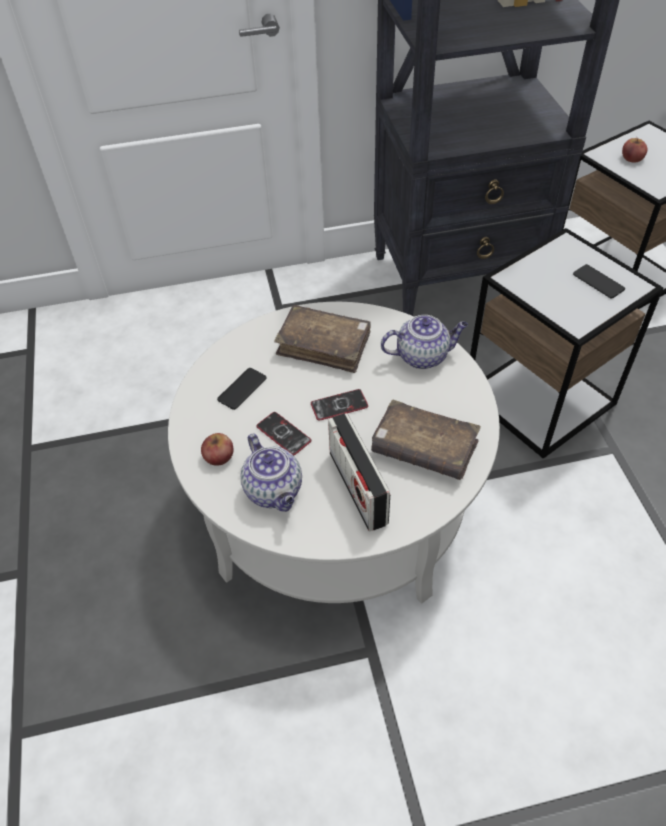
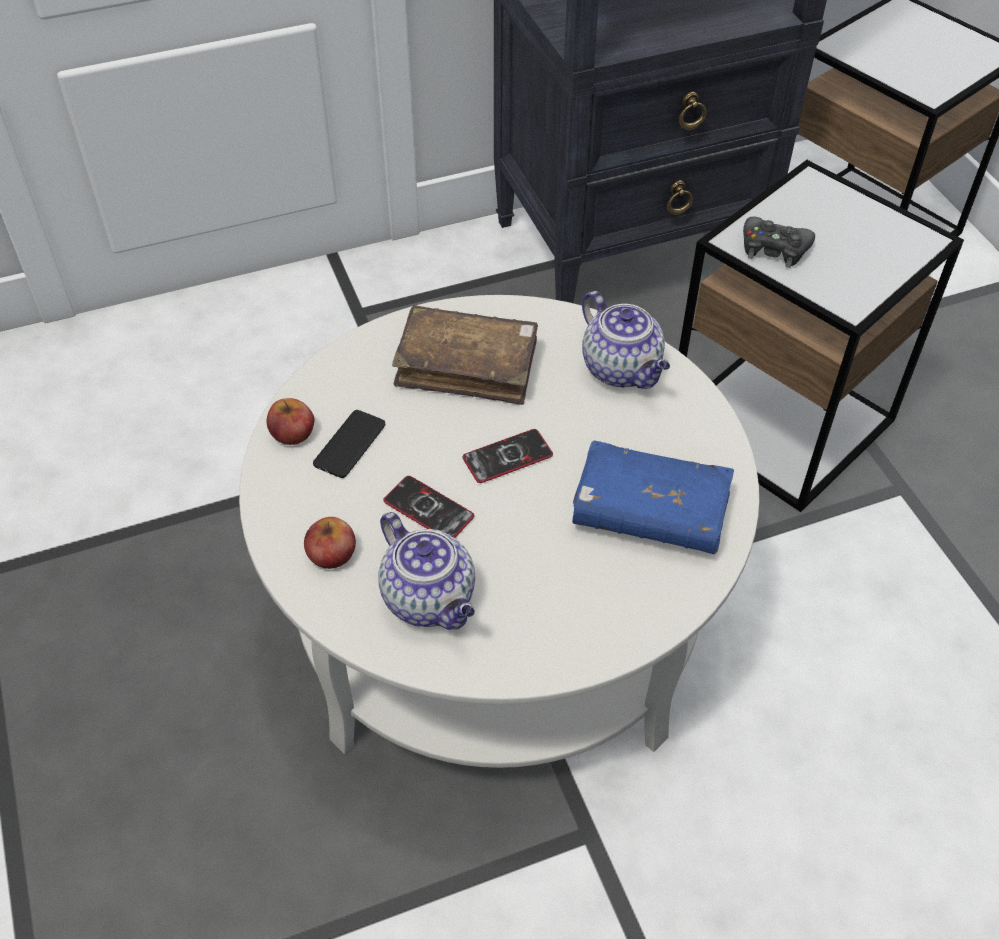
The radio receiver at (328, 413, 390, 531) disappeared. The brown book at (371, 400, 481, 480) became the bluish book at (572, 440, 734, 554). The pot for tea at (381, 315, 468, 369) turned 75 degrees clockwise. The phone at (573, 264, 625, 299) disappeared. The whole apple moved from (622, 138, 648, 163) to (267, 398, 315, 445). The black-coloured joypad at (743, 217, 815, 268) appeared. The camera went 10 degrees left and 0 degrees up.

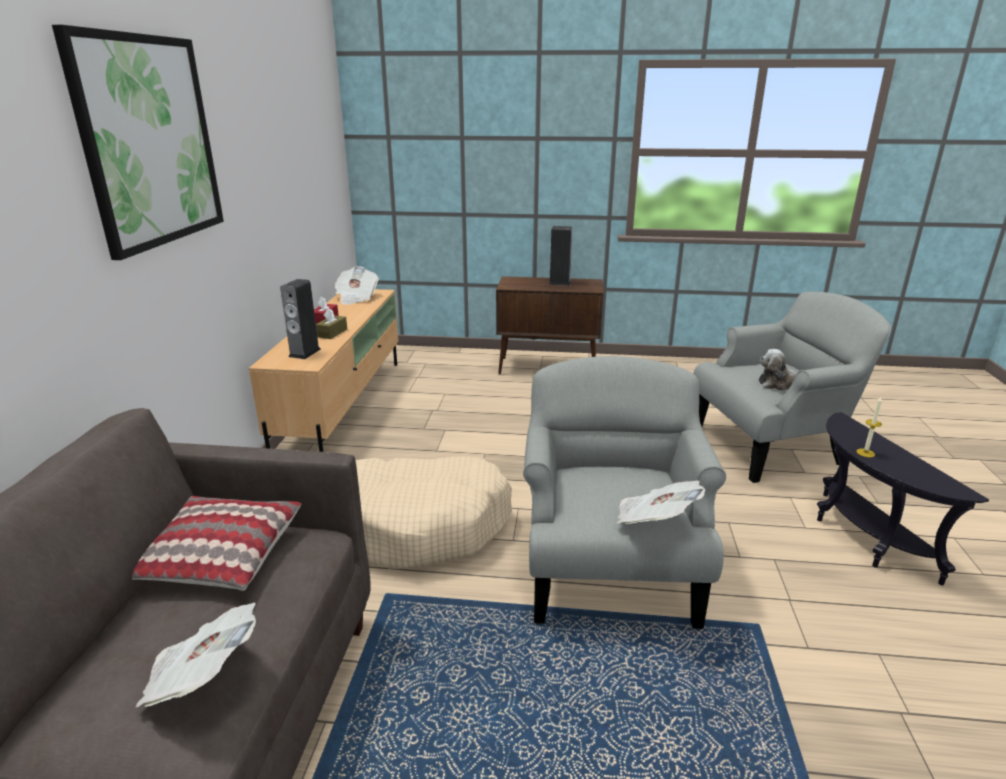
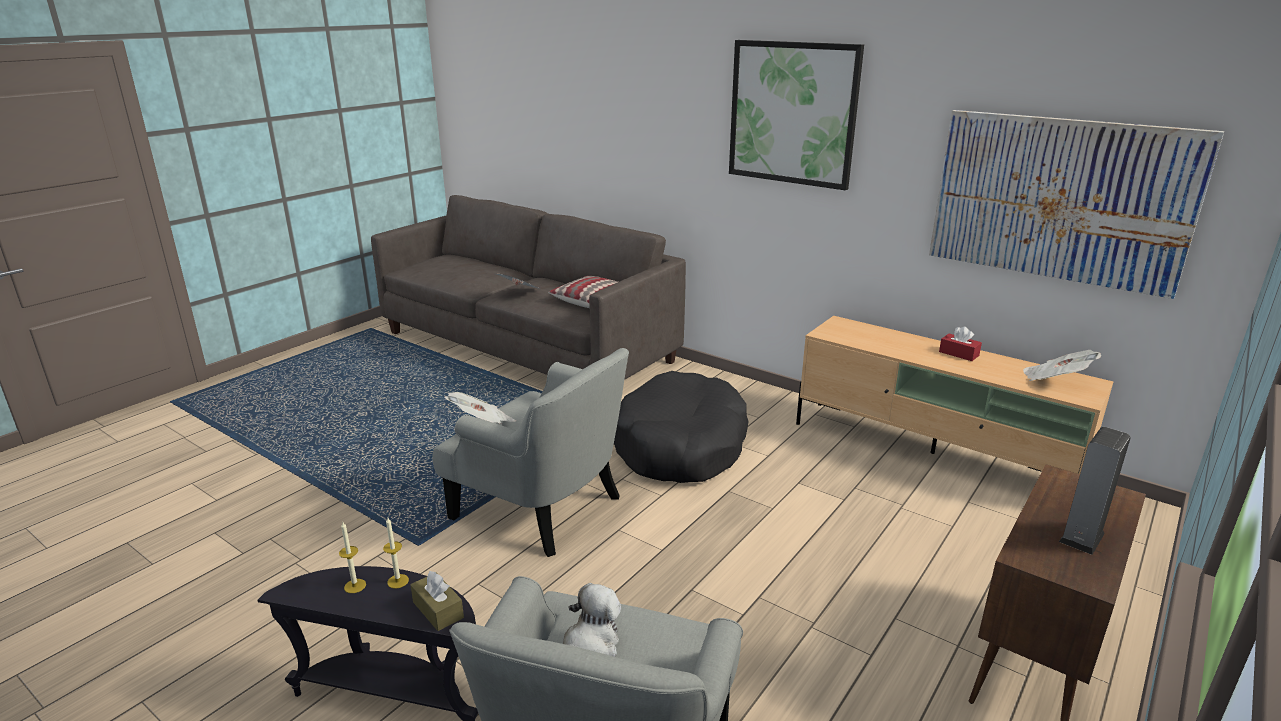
The audio speaker at (280, 279, 321, 359) disappeared. The brown tissue box moved from (316, 308, 347, 339) to (411, 571, 464, 631). The sand-coloured dog cushion at (355, 456, 512, 569) became the black-coloured dog cushion at (614, 371, 749, 483). The wax light at (339, 522, 366, 593) appeared. The wall art at (929, 110, 1224, 299) appeared. The camera went 120 degrees right and 0 degrees up.

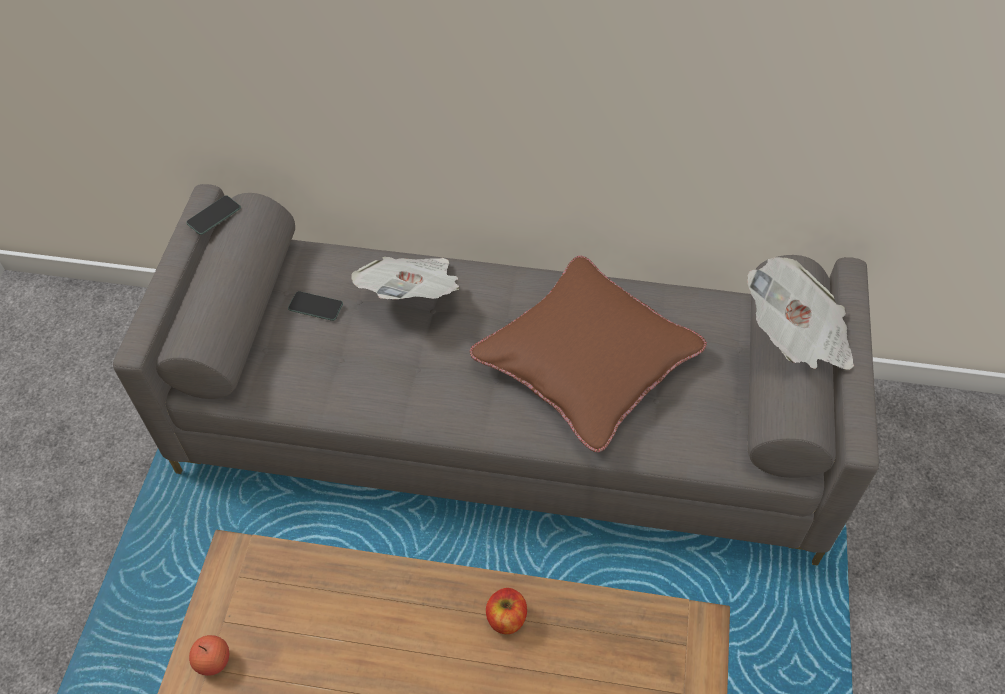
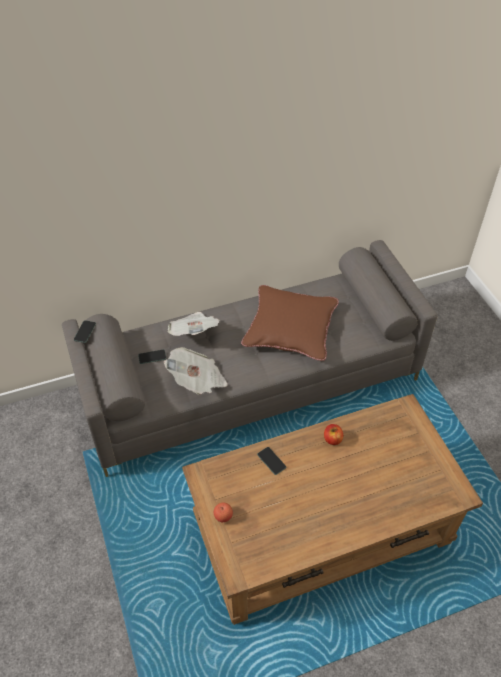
The newspaper moved from (747, 257, 854, 370) to (164, 347, 228, 394). The phone at (257, 447, 286, 475) appeared. The camera went 30 degrees left and 5 degrees down.

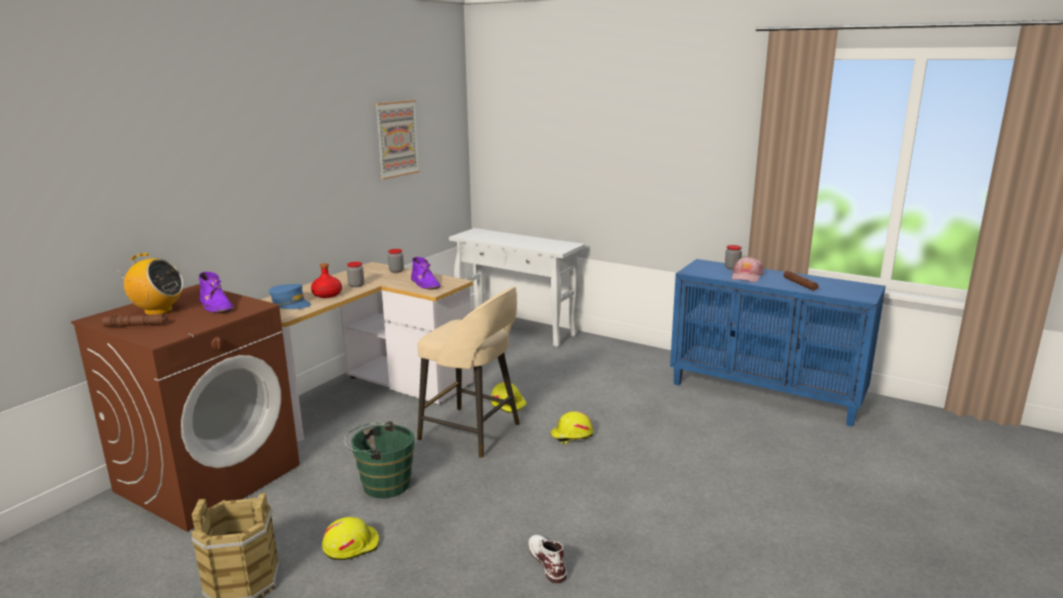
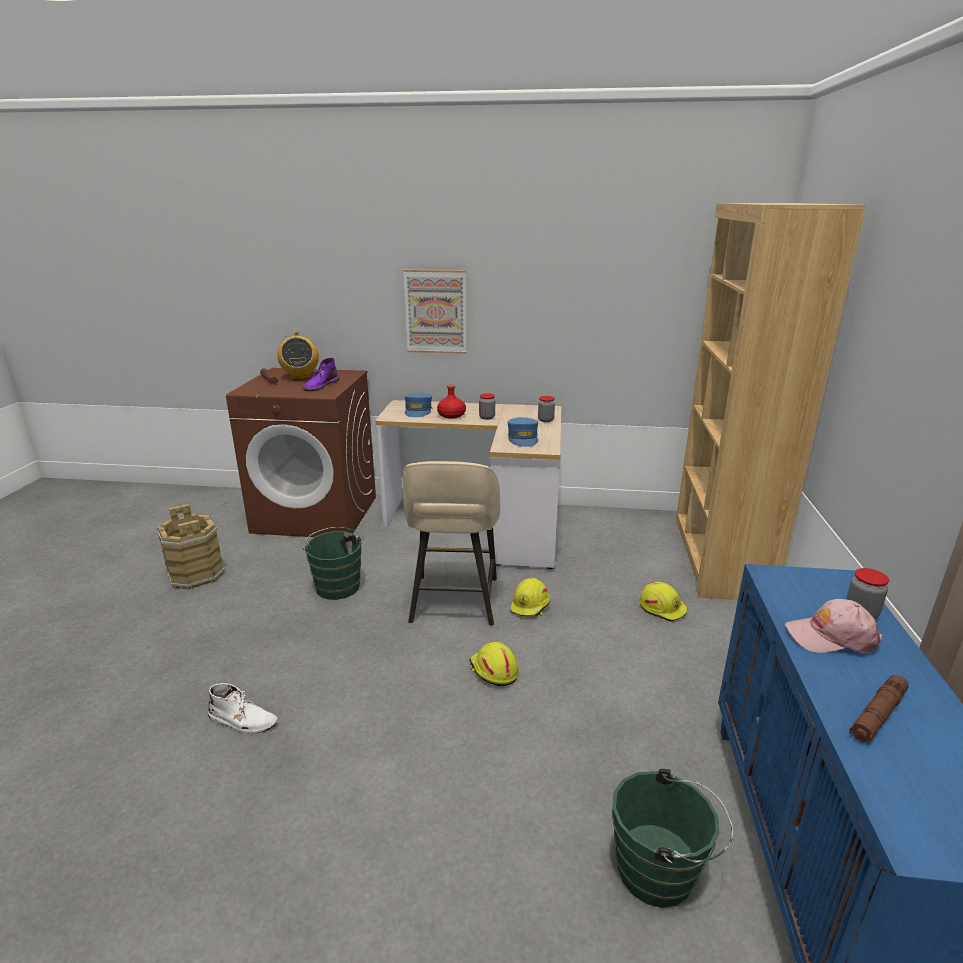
The yellowish hard hat moved from (322, 517, 380, 560) to (640, 582, 688, 622). The wall art moved from (375, 100, 420, 180) to (403, 269, 467, 354). The purple-coloured boot at (411, 257, 441, 289) was replaced by the bluish peaked cap at (508, 417, 538, 447). The whitish narrow table at (449, 228, 585, 348) was replaced by the brown bookcase at (676, 203, 866, 600). The whitish boot at (528, 535, 567, 583) turned 60 degrees clockwise. The green-coloured pail at (612, 769, 734, 908) appeared. The camera went 65 degrees right and 5 degrees up.

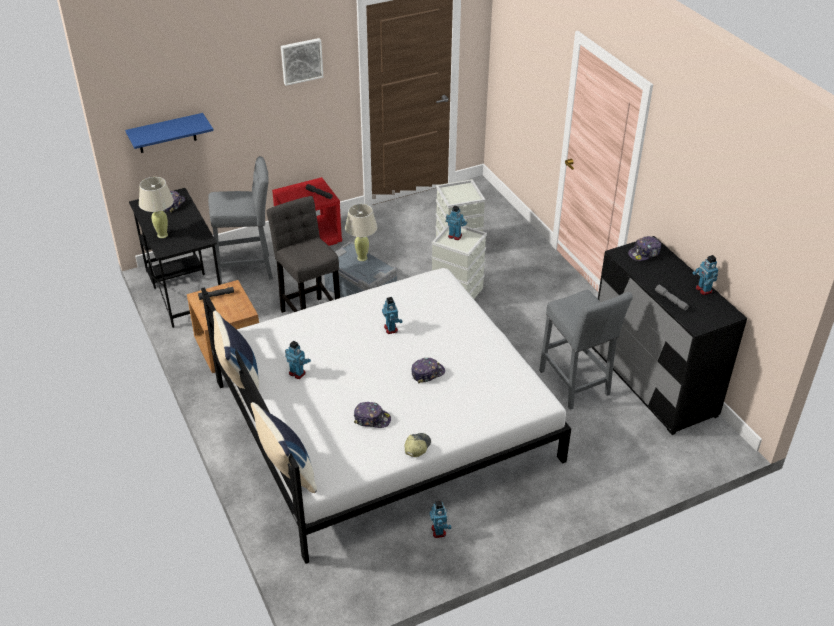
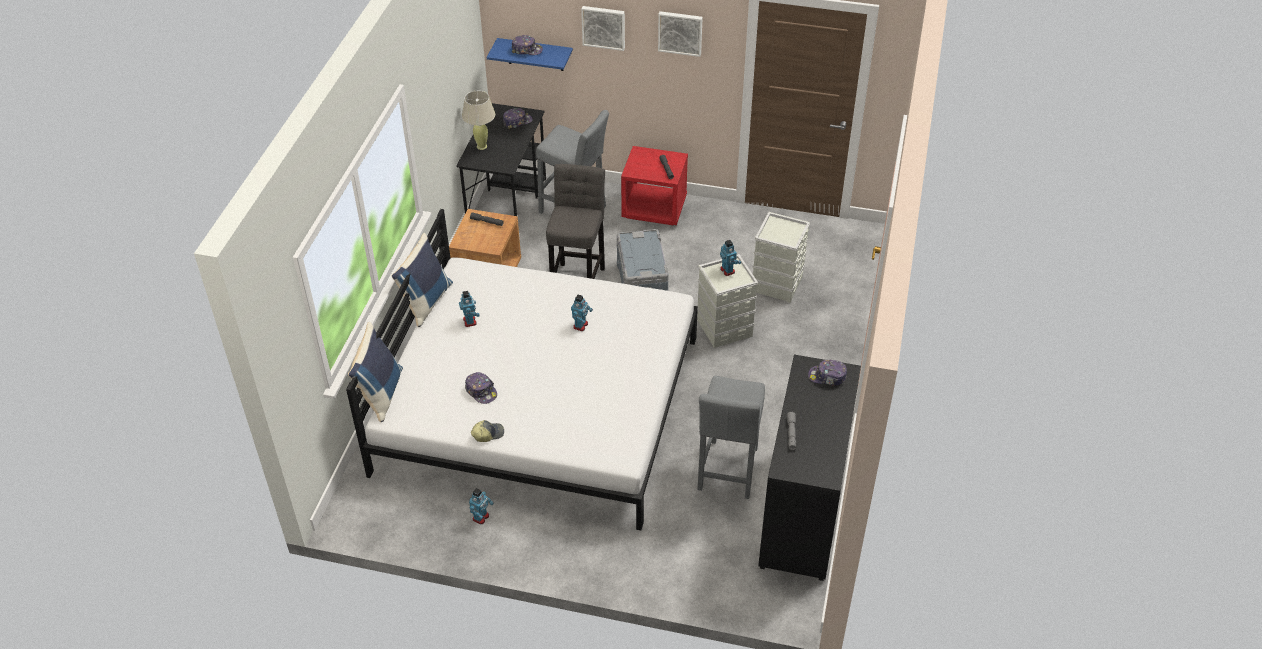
The sand-coloured table lamp at (345, 204, 377, 261) disappeared. The peaked cap moved from (412, 358, 445, 384) to (512, 35, 543, 55). The toy robot at (693, 255, 718, 295) disappeared. The wall art at (581, 6, 625, 51) appeared. The camera went 40 degrees right and 5 degrees up.

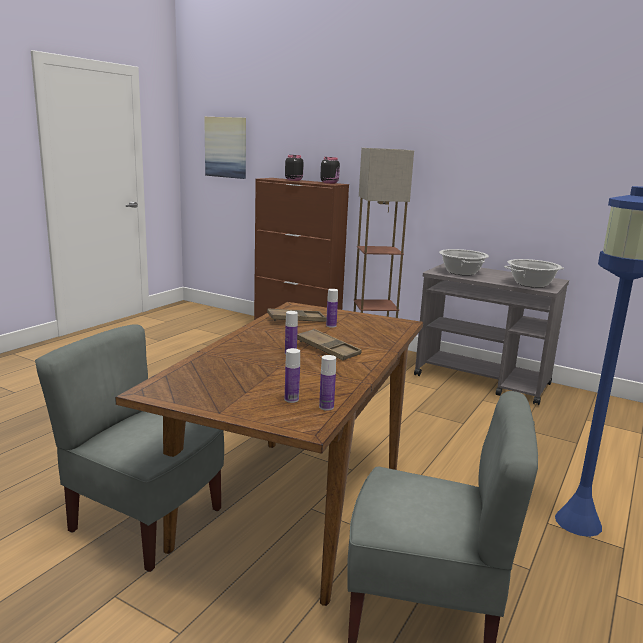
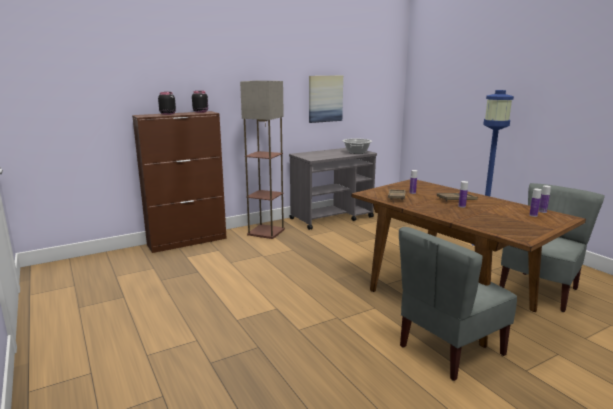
The wall art moved from (204, 117, 246, 179) to (309, 75, 343, 123). The saucepot at (439, 249, 489, 276) disappeared. The camera went 60 degrees left and 0 degrees up.

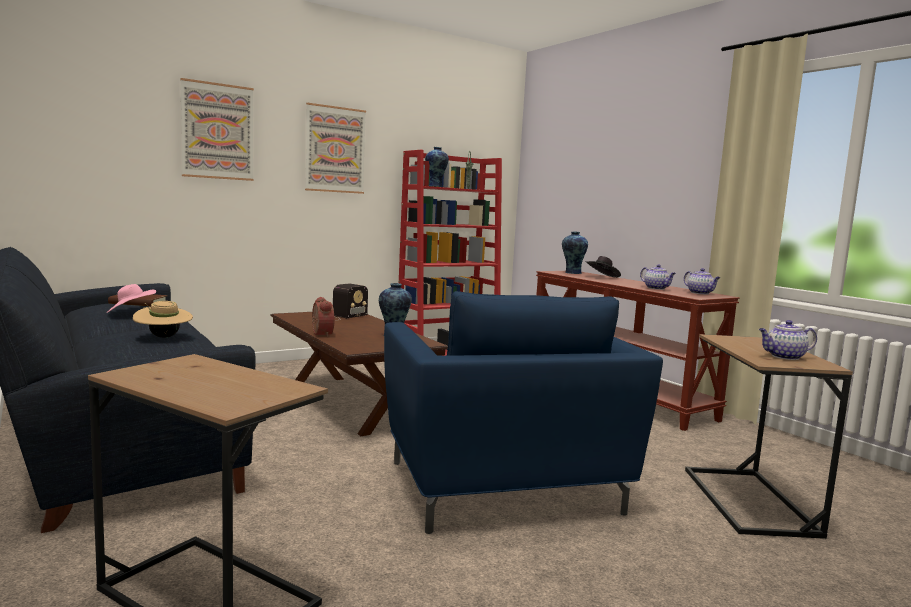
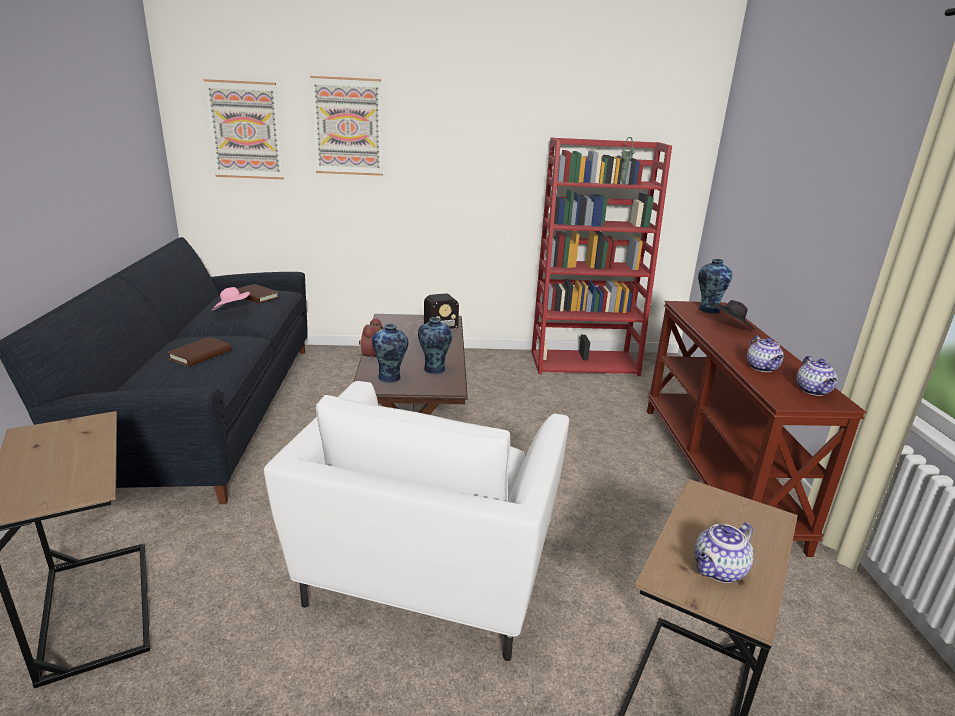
The sand-coloured clothing hat at (133, 301, 193, 338) was replaced by the brown book at (167, 337, 231, 367). The wall art moved from (305, 103, 366, 194) to (203, 79, 284, 179). The bluish easy chair at (384, 291, 663, 534) became the whitish easy chair at (264, 381, 569, 661). The flower vase moved from (425, 147, 449, 187) to (372, 324, 408, 383). The pot for tea at (759, 320, 817, 360) turned 60 degrees counterclockwise. The camera went 30 degrees right and 15 degrees up.

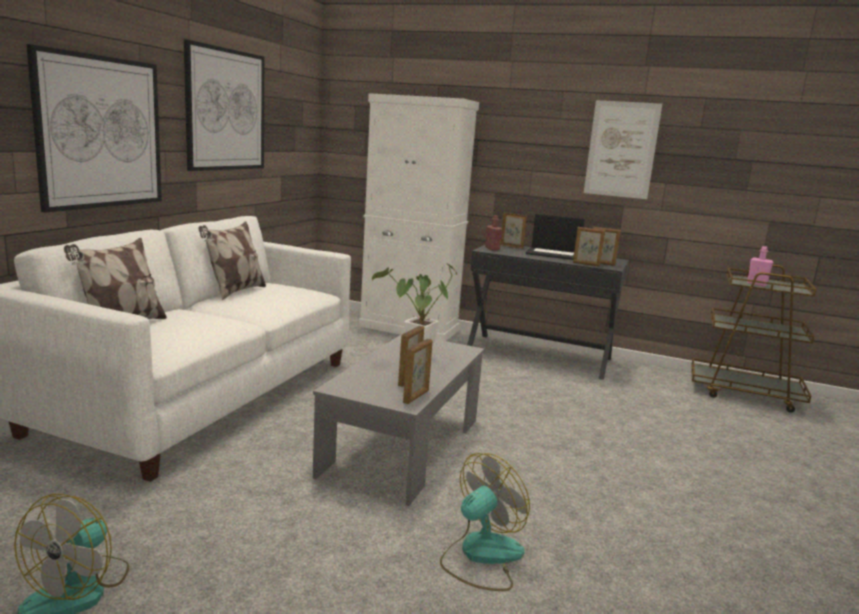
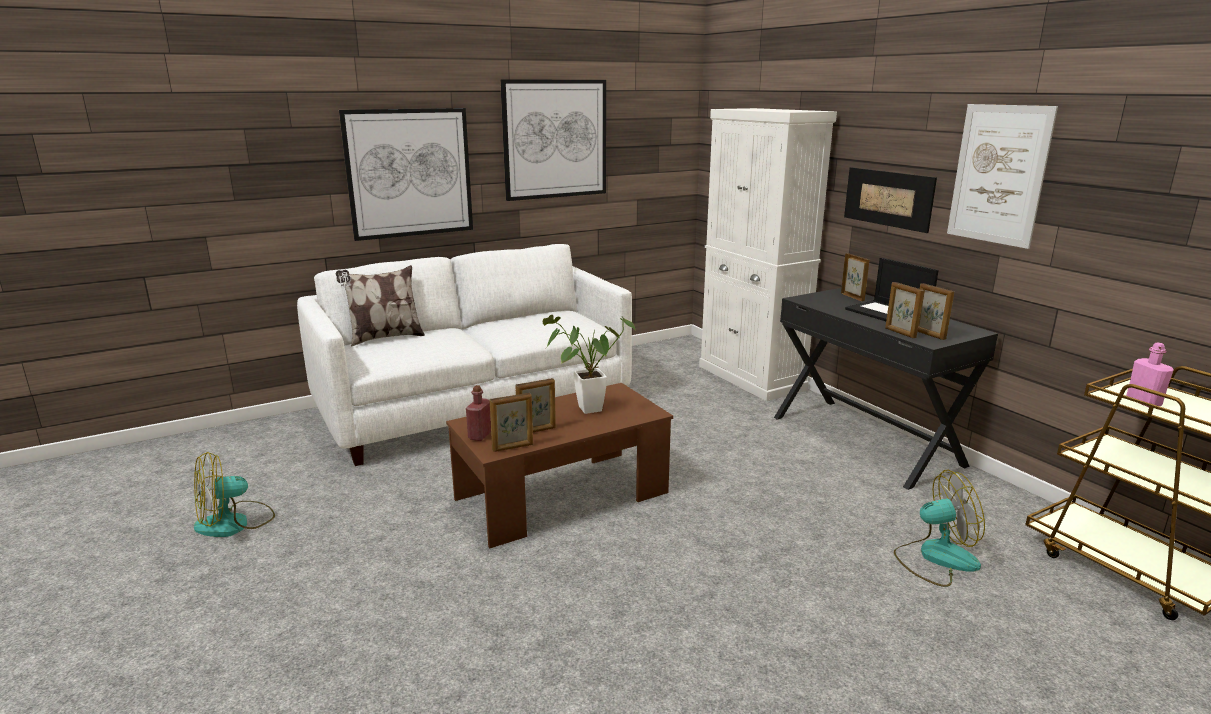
The pillow at (198, 221, 266, 301) disappeared. The gray coffee table at (313, 333, 485, 506) became the brown coffee table at (446, 383, 673, 548). The cooling fan moved from (440, 453, 530, 591) to (894, 470, 985, 587). The reddish drink bottle moved from (485, 215, 502, 250) to (466, 385, 491, 441). The wall art at (844, 167, 937, 233) appeared. The camera went 40 degrees right and 5 degrees up.

